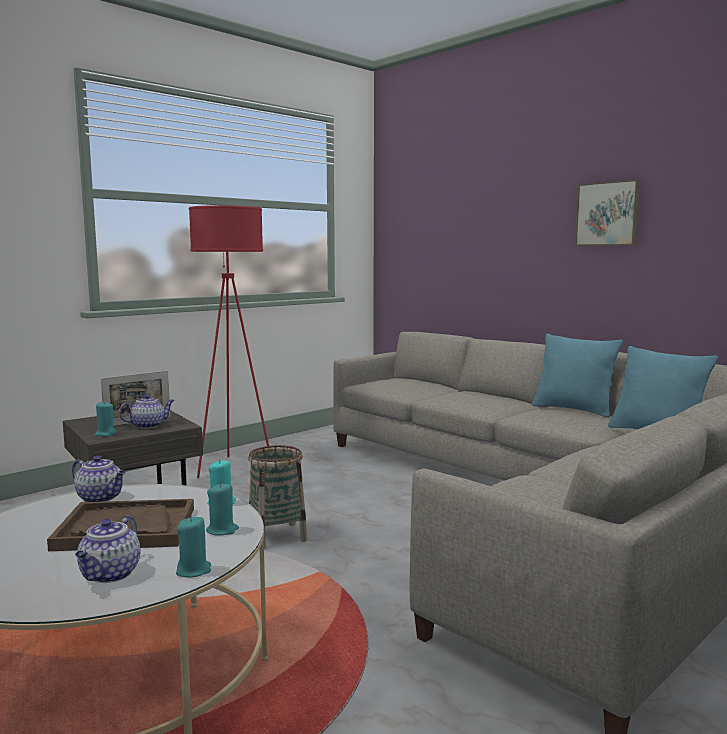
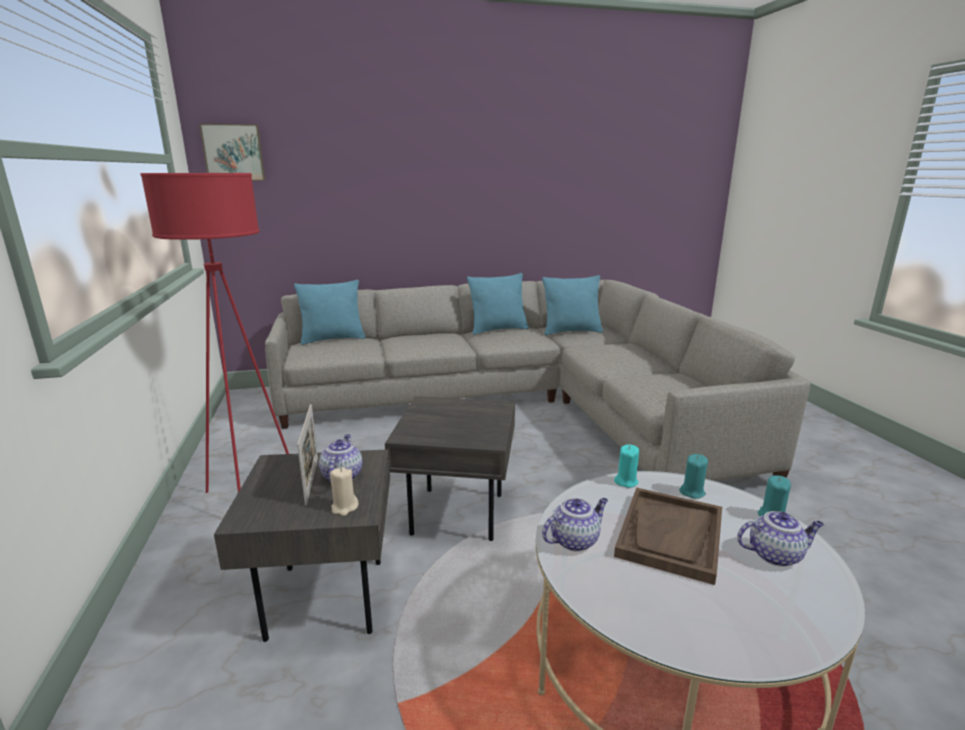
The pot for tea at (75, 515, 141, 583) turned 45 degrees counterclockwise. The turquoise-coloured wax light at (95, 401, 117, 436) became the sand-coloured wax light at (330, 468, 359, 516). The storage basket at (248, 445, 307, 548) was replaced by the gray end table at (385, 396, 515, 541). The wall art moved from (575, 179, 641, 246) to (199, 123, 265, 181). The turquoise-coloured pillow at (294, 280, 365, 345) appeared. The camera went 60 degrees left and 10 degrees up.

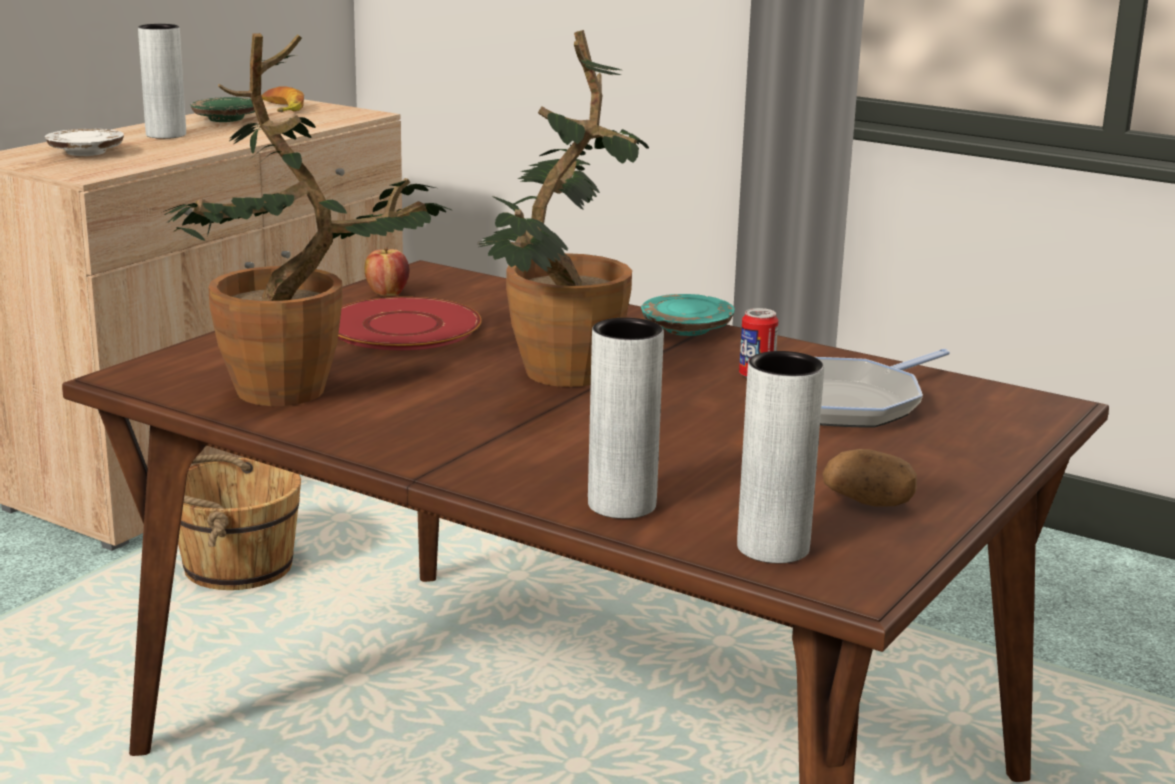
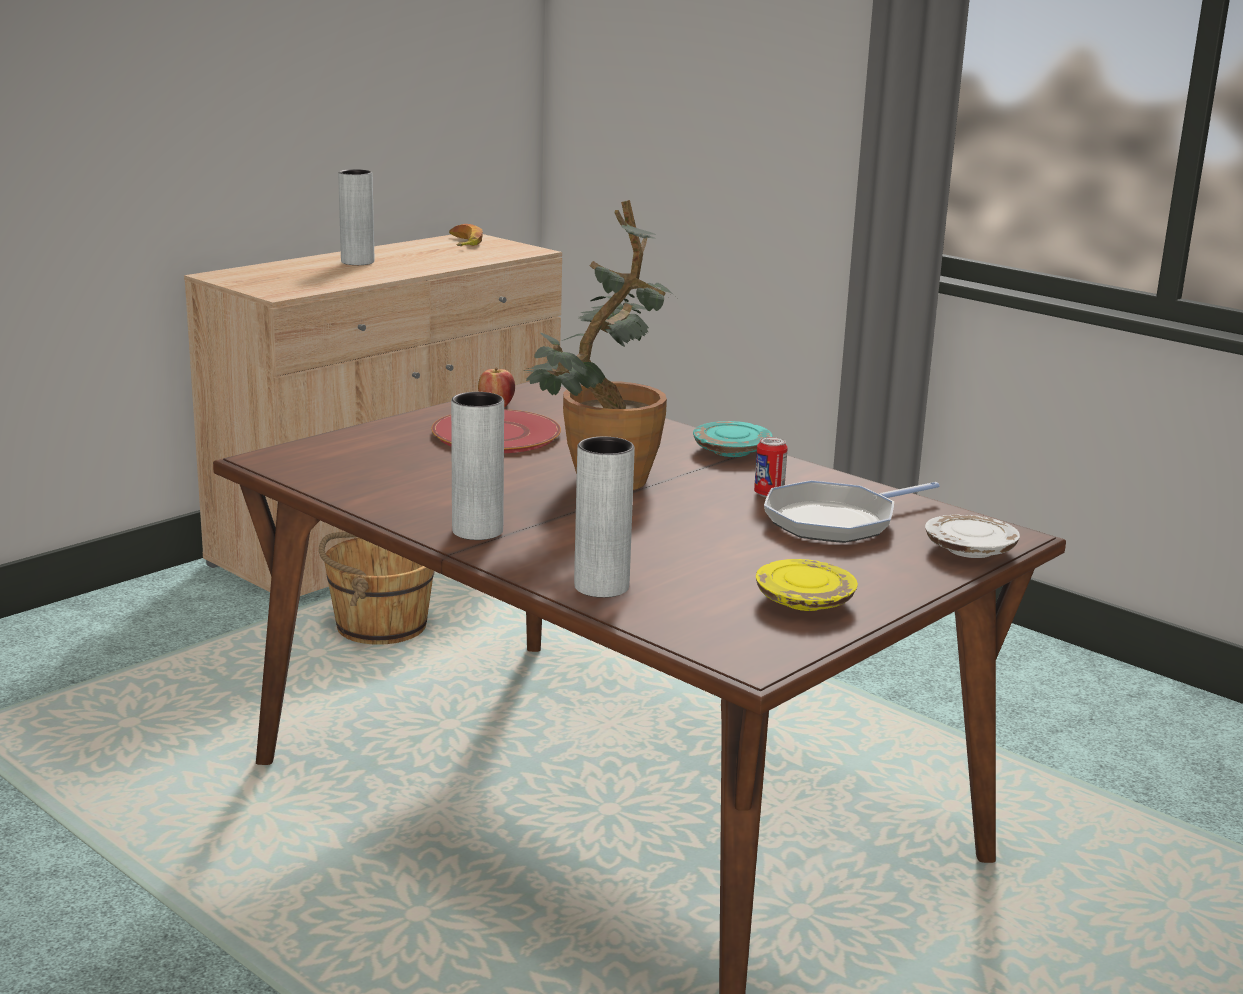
The whitish plate moved from (45, 129, 124, 156) to (925, 514, 1020, 558). The potted plant at (163, 33, 451, 406) disappeared. The green-coloured plate at (190, 97, 255, 122) disappeared. The gray flower vase moved from (737, 351, 824, 563) to (451, 392, 504, 540). The potato at (822, 449, 917, 507) was replaced by the yellowish plate at (756, 559, 858, 611). The camera went 10 degrees right and 0 degrees up.

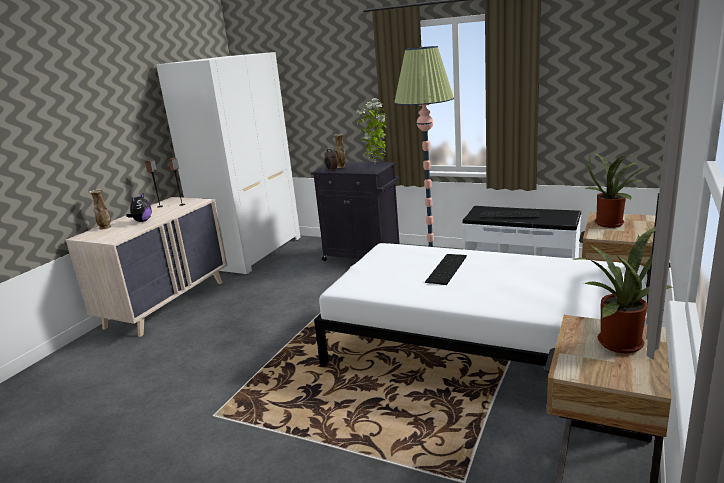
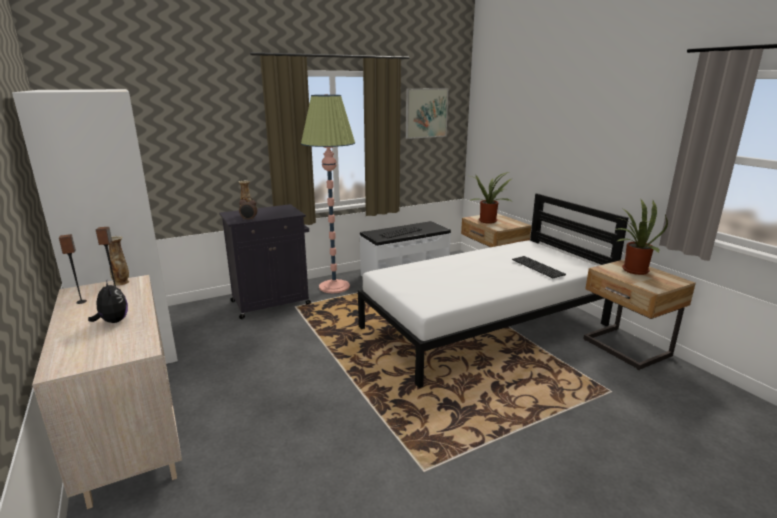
The flower vase moved from (89, 189, 111, 230) to (108, 236, 129, 286). The potted plant at (356, 98, 387, 163) disappeared. The keyboard moved from (425, 254, 467, 285) to (512, 256, 566, 278). The wall art at (406, 88, 448, 139) appeared. The camera went 55 degrees left and 0 degrees up.

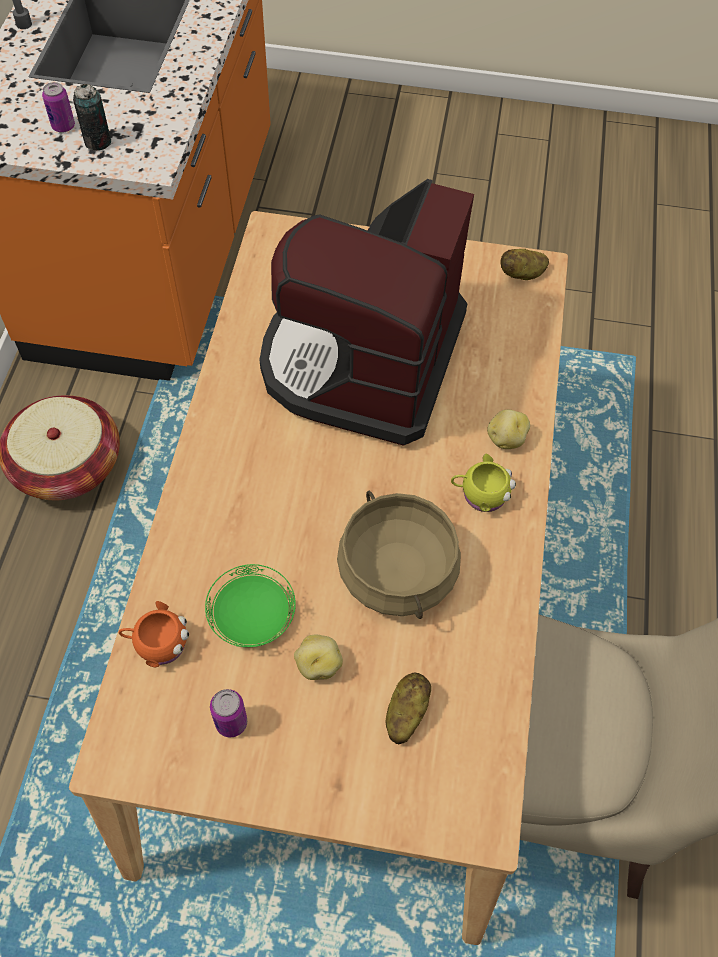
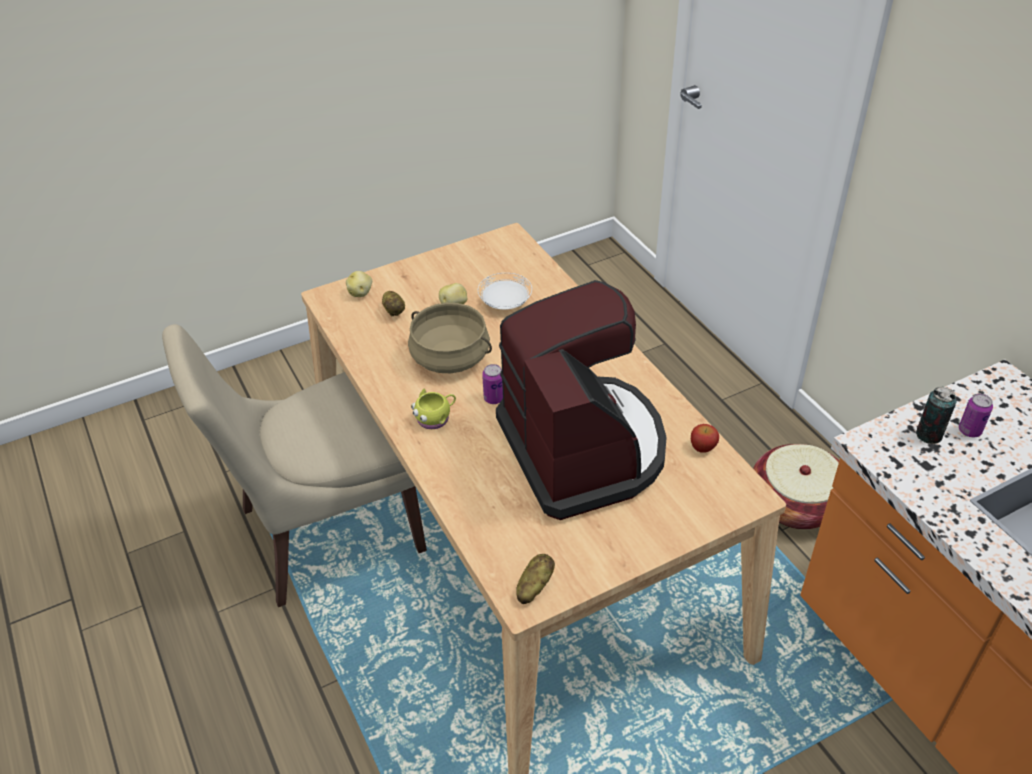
The orange mug at (119, 601, 189, 667) disappeared. The green-coloured plate at (205, 564, 296, 647) became the whitish plate at (478, 273, 532, 309). The can moved from (210, 689, 247, 738) to (482, 364, 503, 404). The potato moved from (487, 410, 530, 449) to (346, 271, 372, 297). The whole apple at (691, 424, 719, 453) appeared. The camera went 145 degrees right and 15 degrees down.

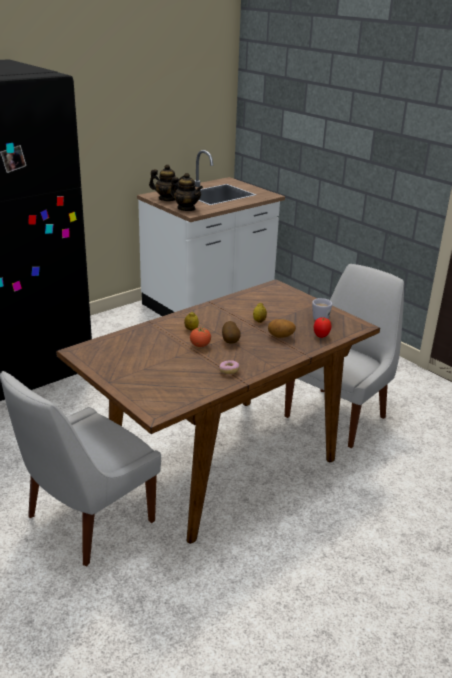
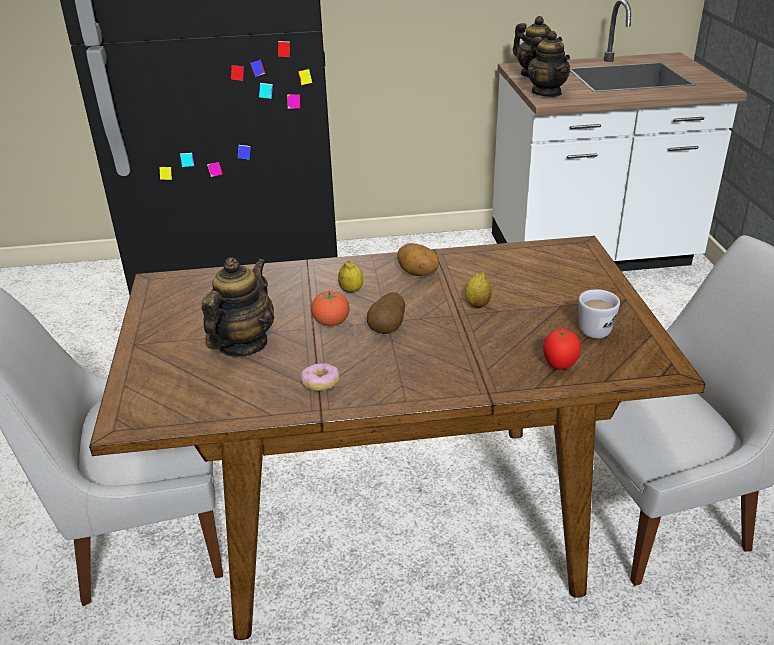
The potato moved from (268, 319, 296, 338) to (397, 243, 439, 276). The pot for tea at (202, 257, 274, 357) appeared. The camera went 35 degrees right and 5 degrees up.

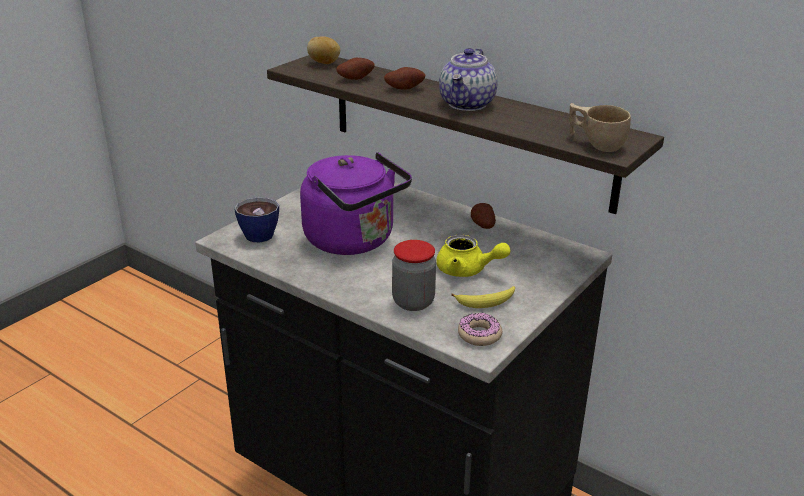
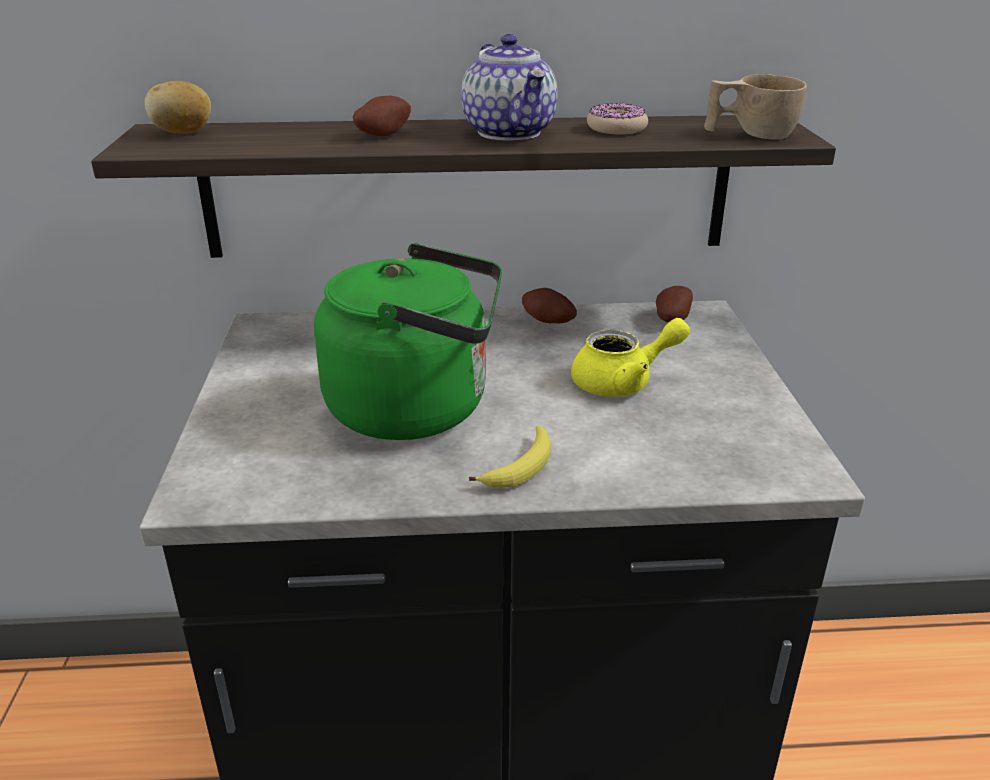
The small cup at (234, 197, 279, 242) disappeared. The purple-coloured kettle at (300, 152, 412, 255) became the green-coloured kettle at (314, 243, 502, 440). The potato moved from (336, 58, 375, 80) to (656, 286, 693, 323). The storage jar at (392, 240, 436, 311) disappeared. The banana fruit moved from (451, 286, 515, 308) to (469, 426, 551, 488). The ring doughnut moved from (458, 313, 502, 346) to (587, 102, 648, 134). The camera went 40 degrees left and 0 degrees up.

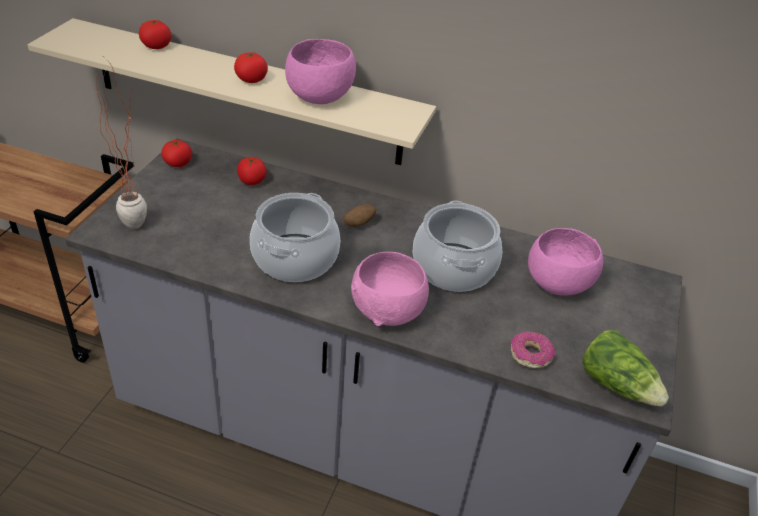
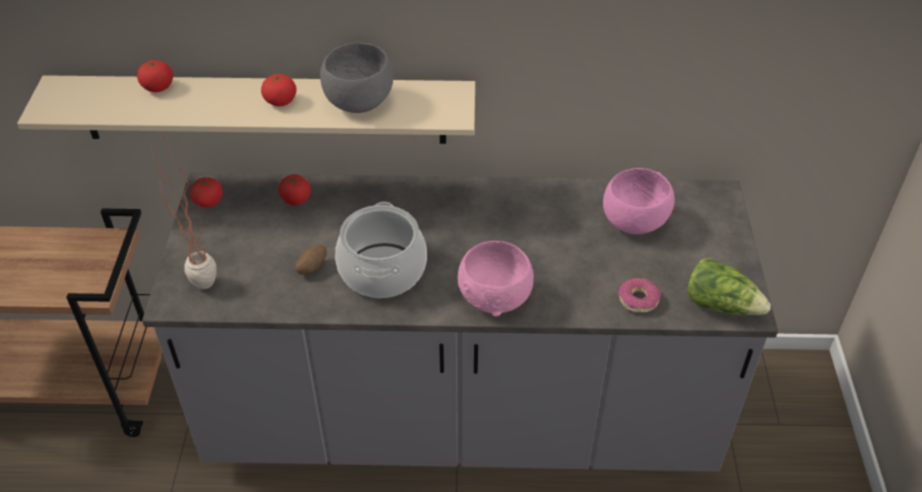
The pink serving bowl at (285, 39, 356, 104) became the gray serving bowl at (320, 43, 393, 113). The potato moved from (344, 204, 376, 227) to (295, 245, 327, 275). The saucepot at (412, 201, 502, 292) disappeared. The camera went 15 degrees left and 5 degrees up.

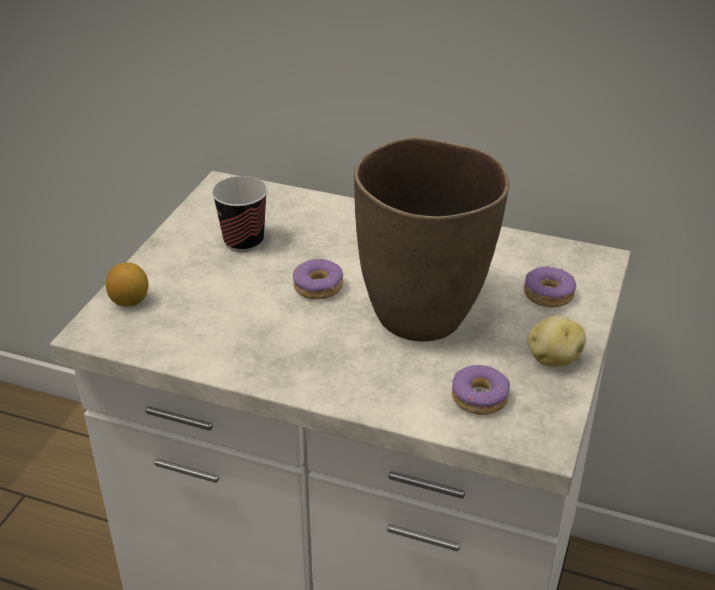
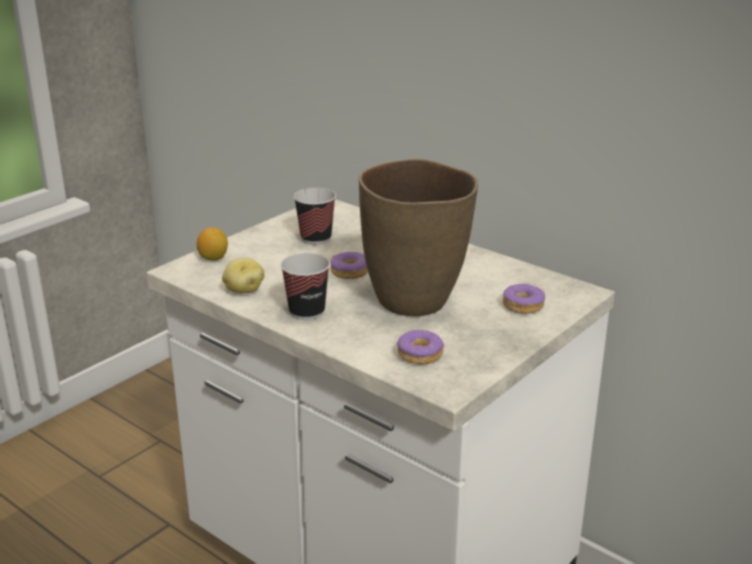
The potato moved from (528, 315, 586, 367) to (222, 258, 264, 293). The small cup at (280, 253, 330, 320) appeared. The camera went 20 degrees right and 10 degrees down.

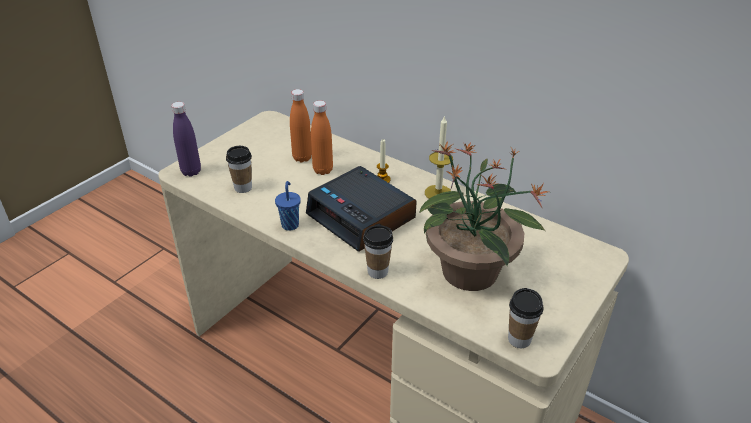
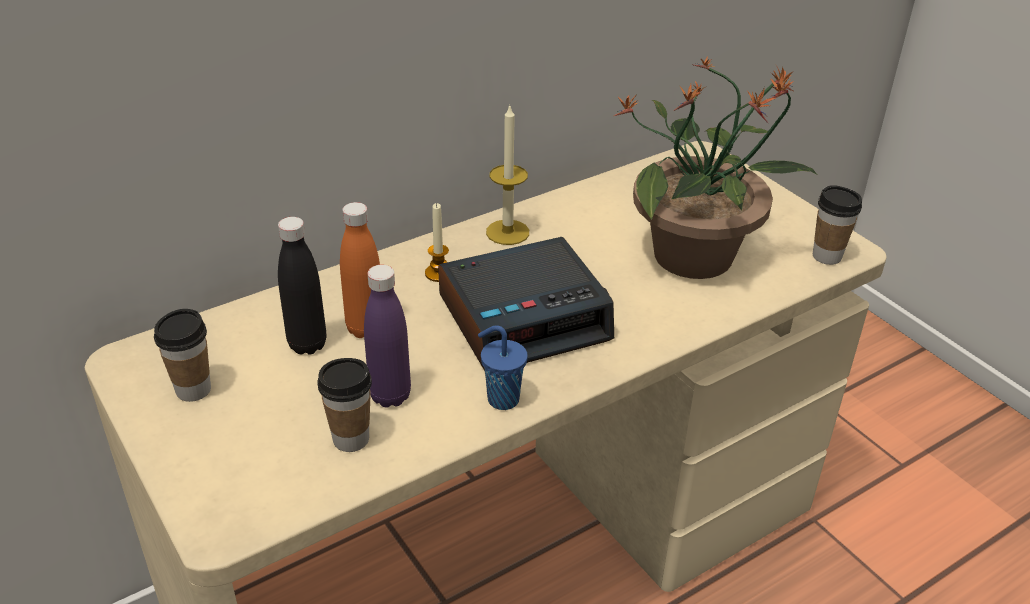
The purple-coloured drink bottle moved from (171, 102, 201, 177) to (364, 265, 411, 407). The orange drink bottle at (290, 89, 312, 163) became the black-coloured drink bottle at (278, 217, 326, 355). The small cup moved from (363, 225, 393, 279) to (154, 309, 211, 402). The camera went 70 degrees left and 0 degrees up.

